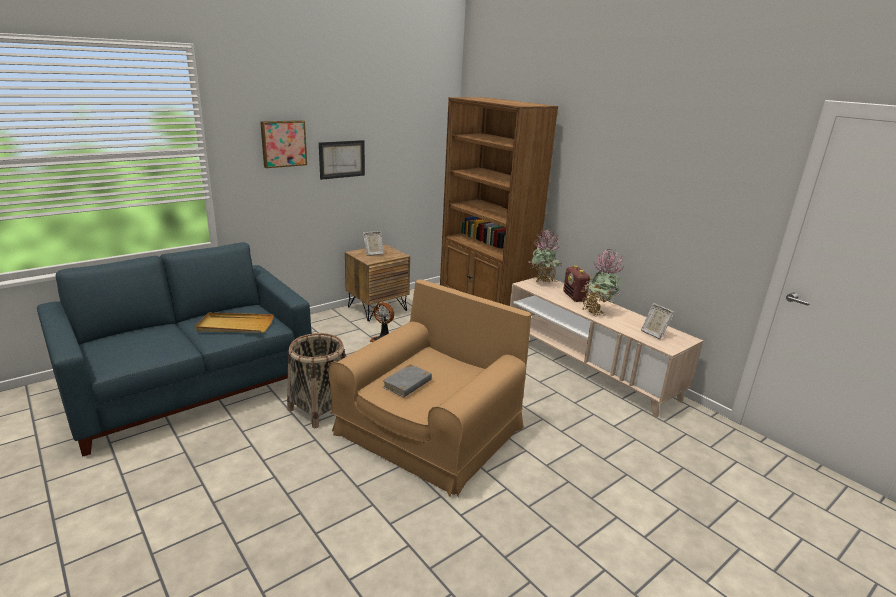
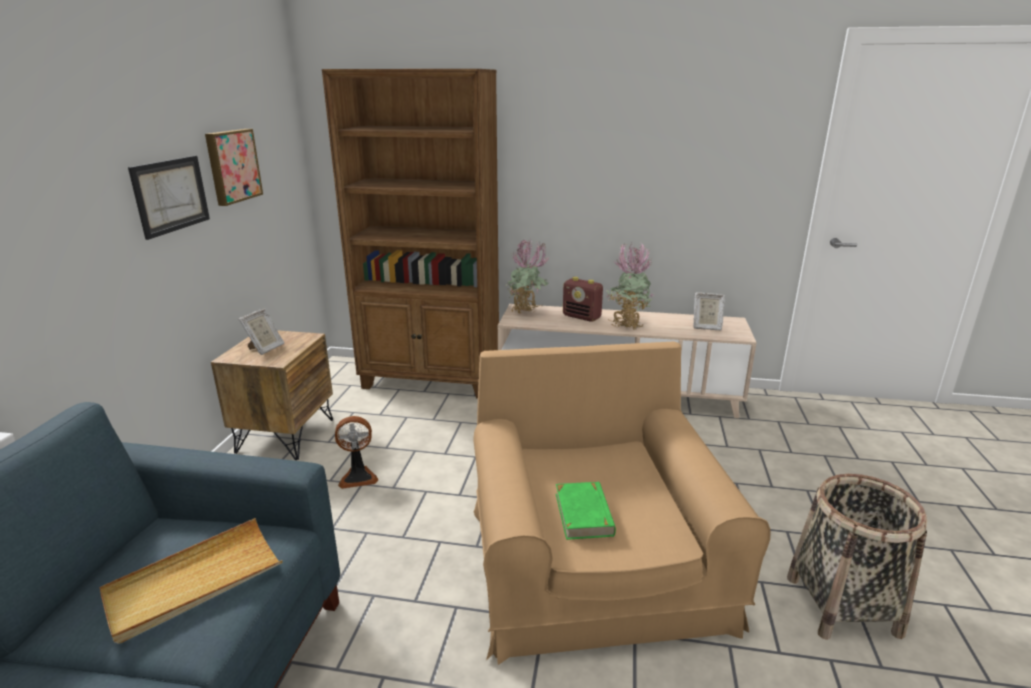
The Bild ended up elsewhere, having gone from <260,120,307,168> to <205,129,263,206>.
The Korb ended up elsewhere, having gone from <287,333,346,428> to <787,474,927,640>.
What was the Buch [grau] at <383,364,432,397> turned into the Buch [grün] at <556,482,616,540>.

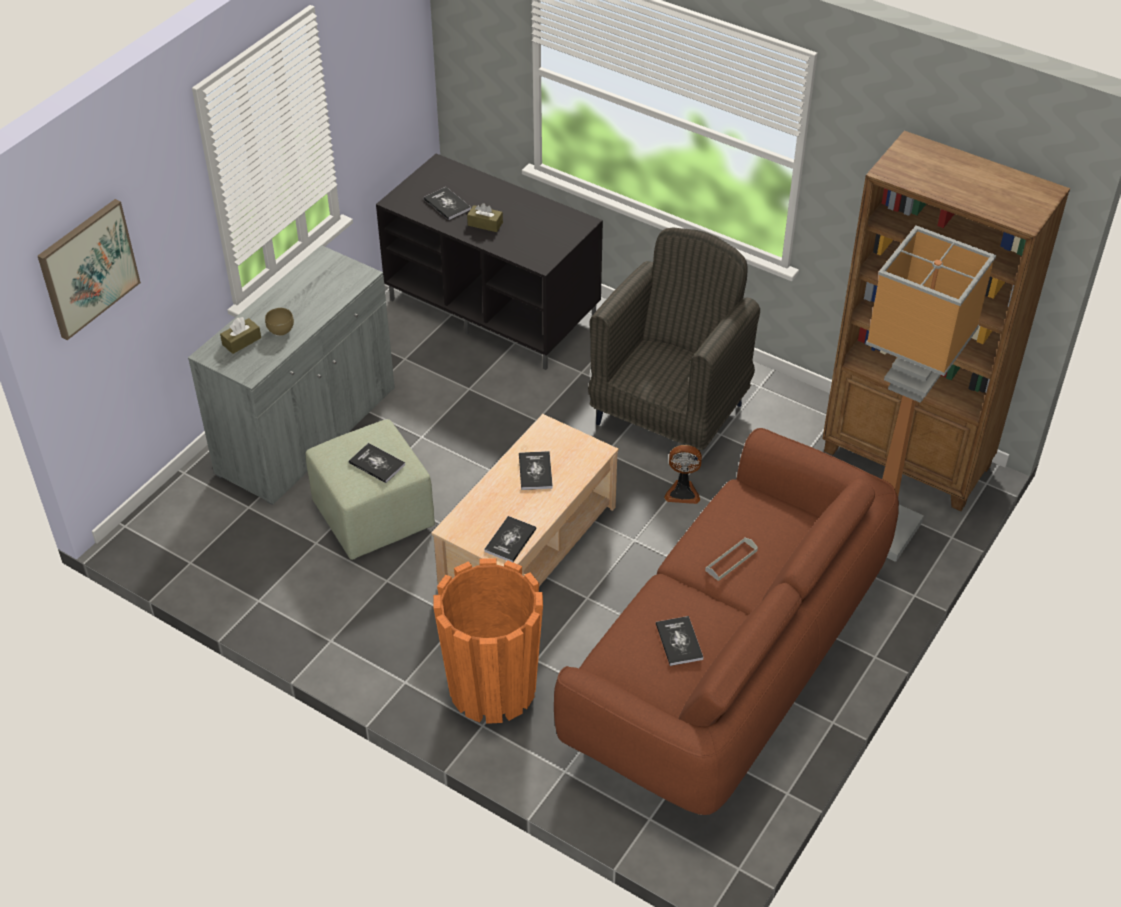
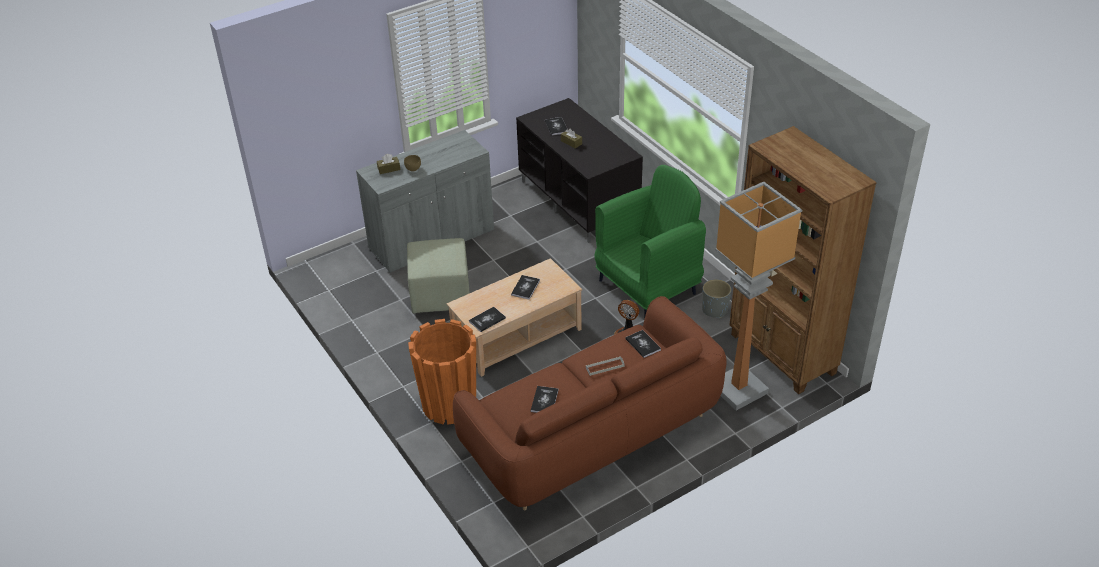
The second view lost the Bild at <38,199,141,340>.
The second view gained the Pflanzkübel [grau] at <702,279,731,318>.
The Buch ended up elsewhere, having gone from <349,443,405,483> to <625,330,661,358>.
What was the Sessel [grau] at <588,228,760,461> turned into the Sessel [grün] at <594,165,706,315>.

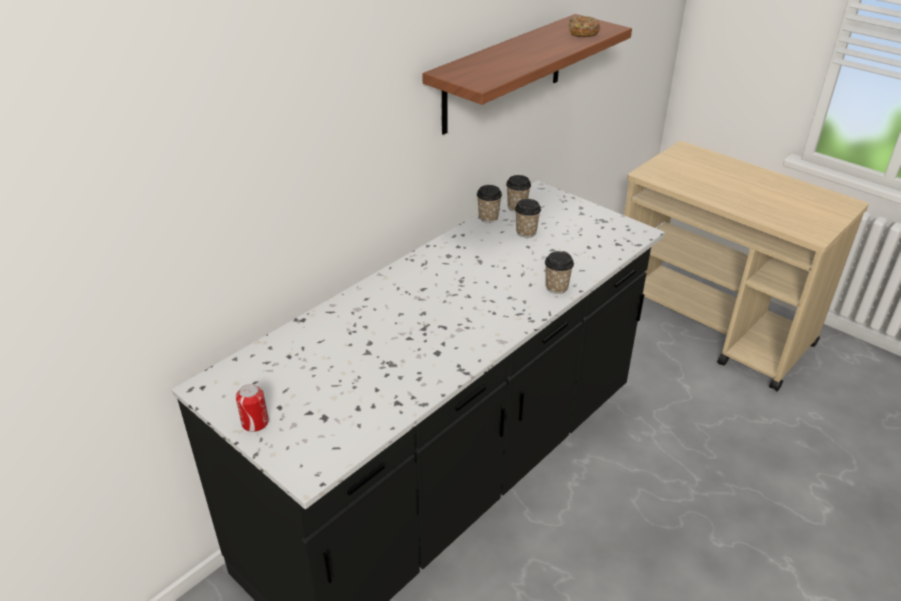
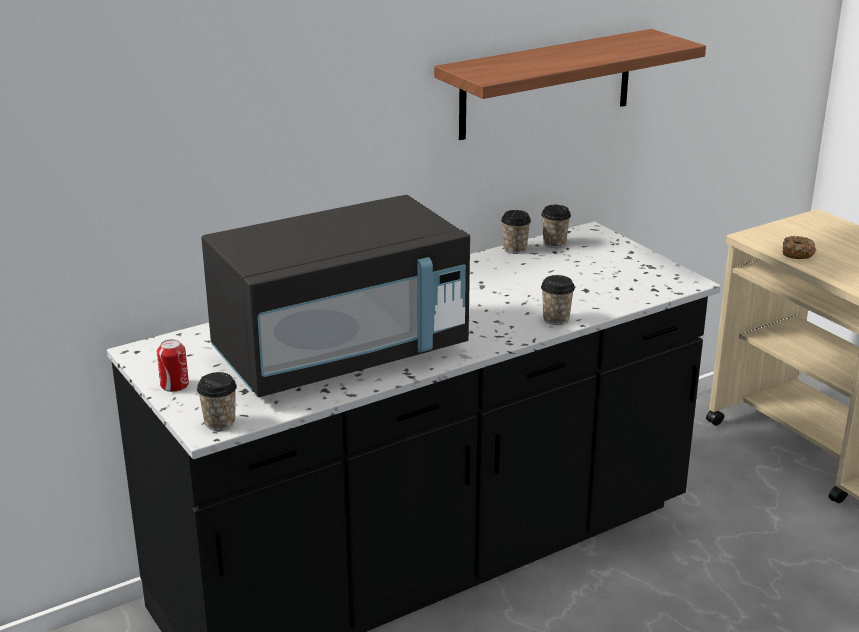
The second view gained the Mikrowelle [schwarz] at <201,195,470,397>.
The Tasse ended up elsewhere, having gone from <515,199,541,238> to <197,372,237,431>.
The Donut ended up elsewhere, having gone from <569,16,600,37> to <782,236,816,259>.

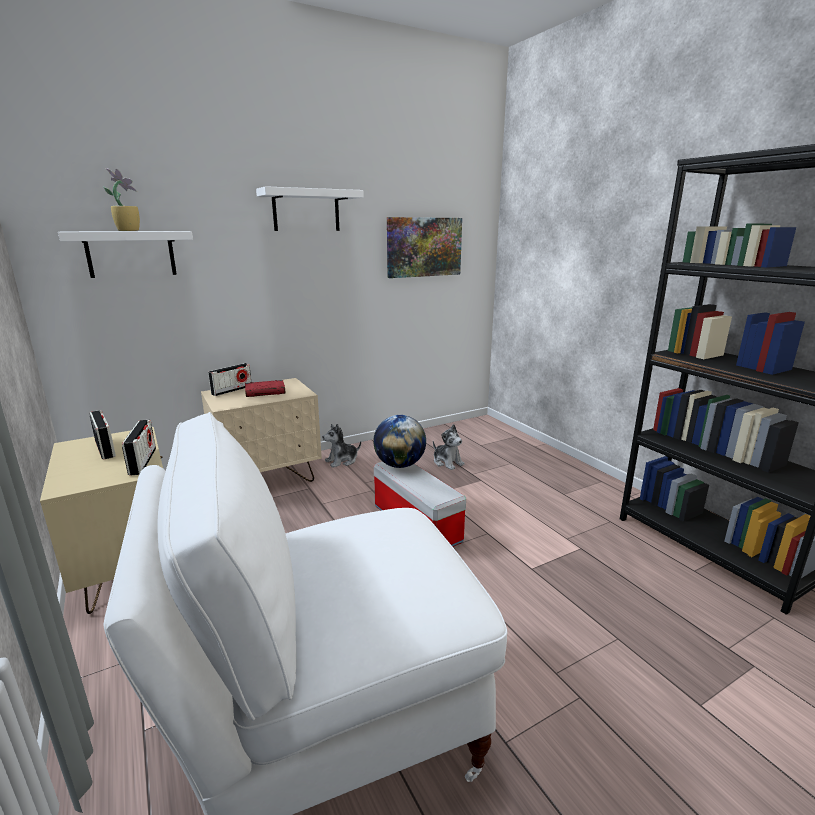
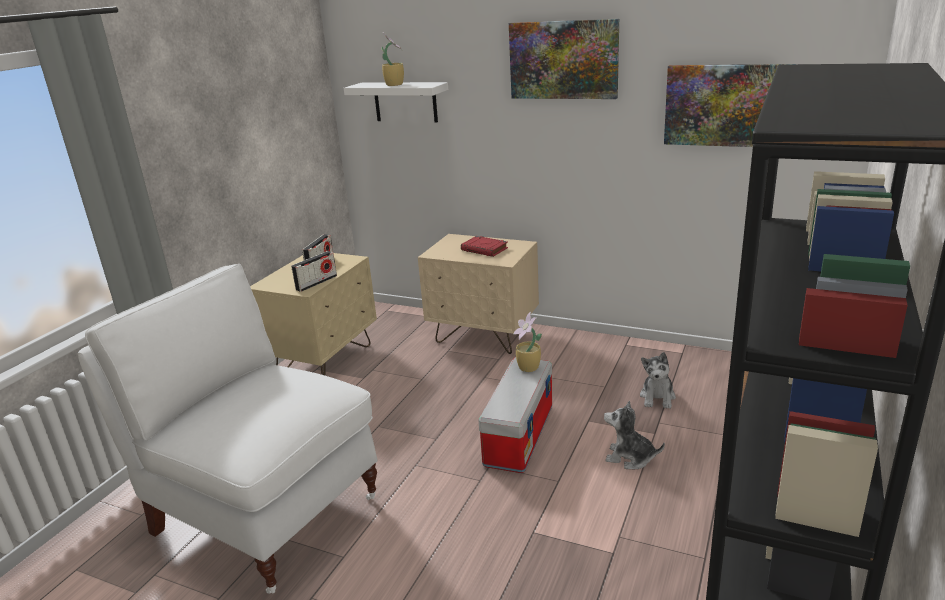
The second view lost the Radio at <208,363,251,396>.
The Plüschtier ended up elsewhere, having gone from <322,424,361,468> to <604,401,665,469>.
Where the Wandregal [weiß] hung at <256,186,364,231>, the Bild came to hang at <509,19,619,99>.
Where the Globus stood at <373,415,426,468>, the Topfpflanze came to stand at <513,312,542,372>.

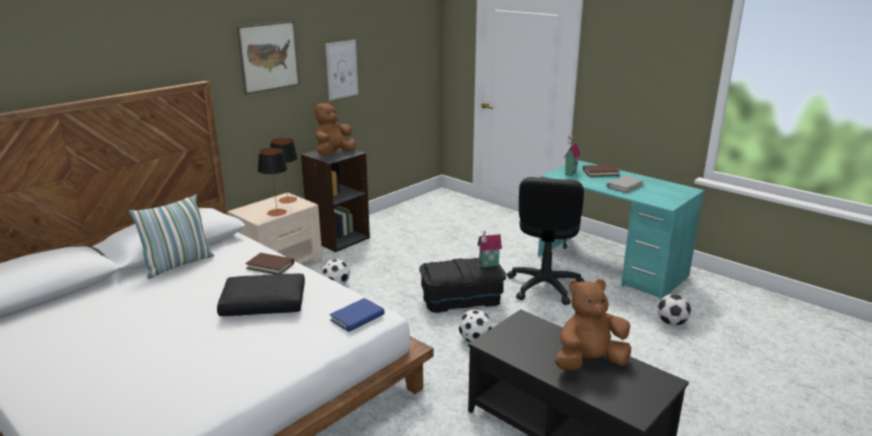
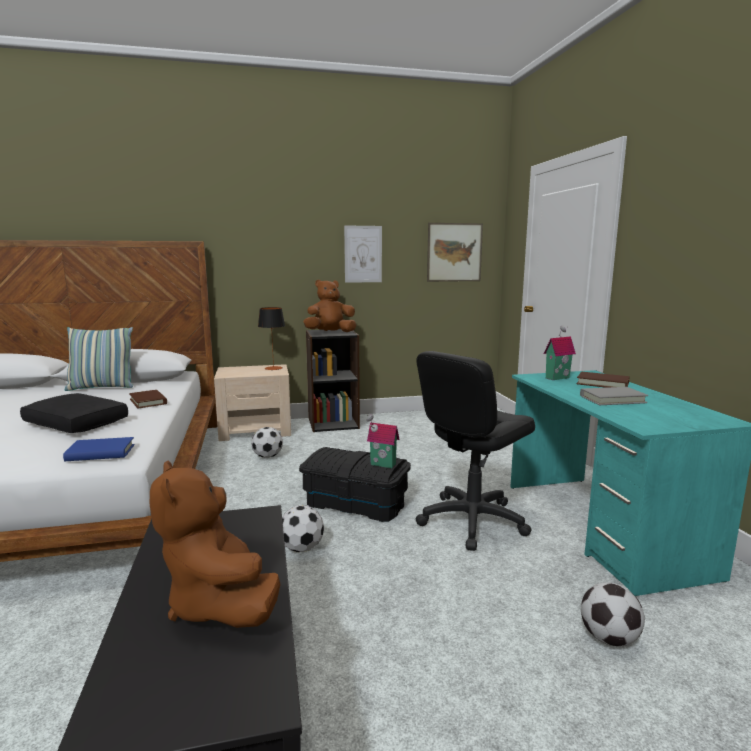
The second view lost the Tischlampe at <258,148,287,216>.
The Bild ended up elsewhere, having gone from <236,21,300,95> to <427,223,483,282>.
The Plüschtier [braun] at <555,279,631,370> ended up facing another way, 135 degrees counterclockwise from before.

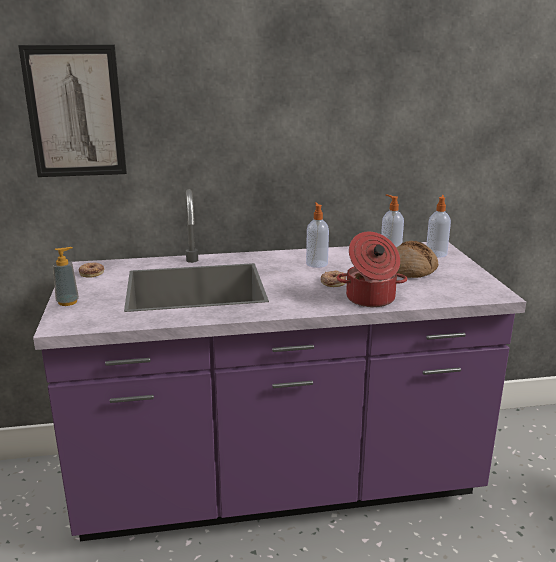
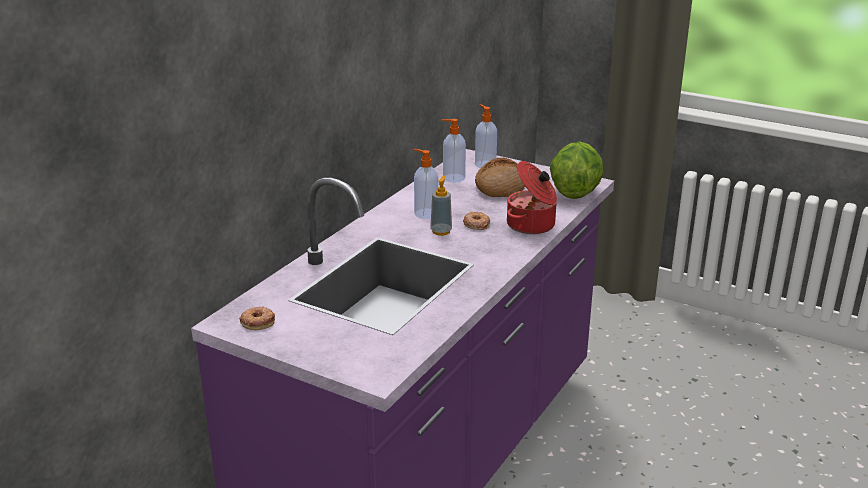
The second view lost the Bild at <18,44,127,177>.
The second view gained the Salatkopf at <550,141,604,199>.
The Seifenspender ended up elsewhere, having gone from <53,247,79,306> to <430,176,452,236>.

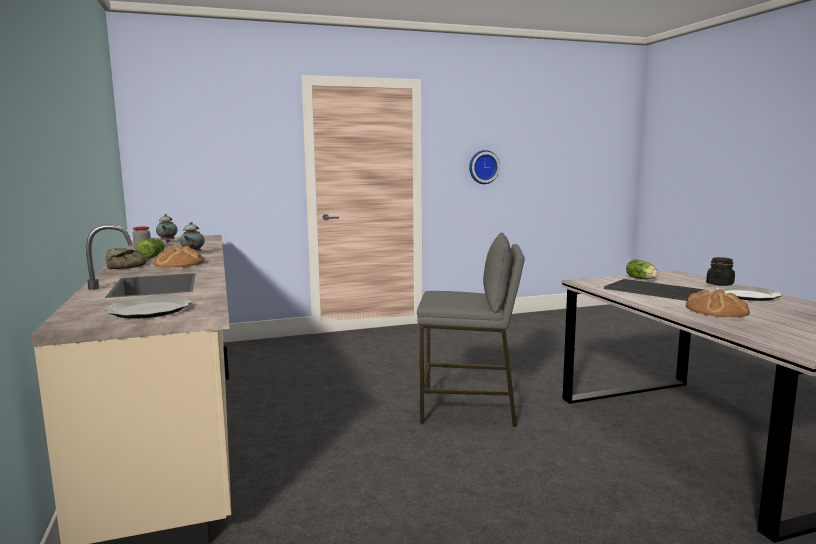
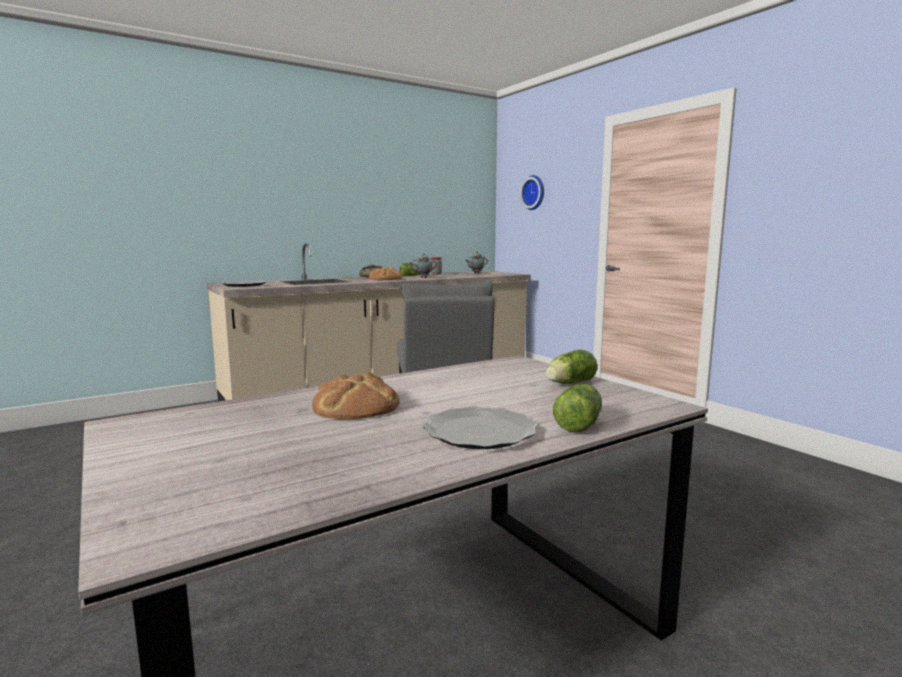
The second view lost the Tablett at <604,279,705,301>.
The Wanduhr ended up elsewhere, having gone from <469,150,500,184> to <520,175,544,210>.
Where the Vorratsglas [schwarz] stood at <706,257,735,286>, the Salatkopf came to stand at <553,384,602,433>.

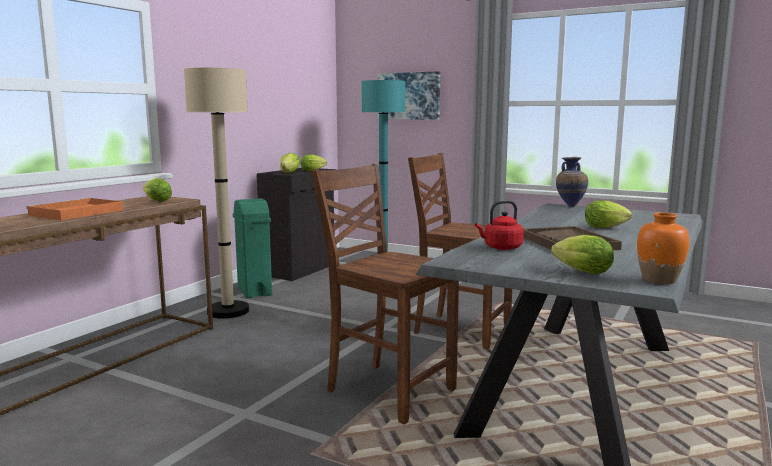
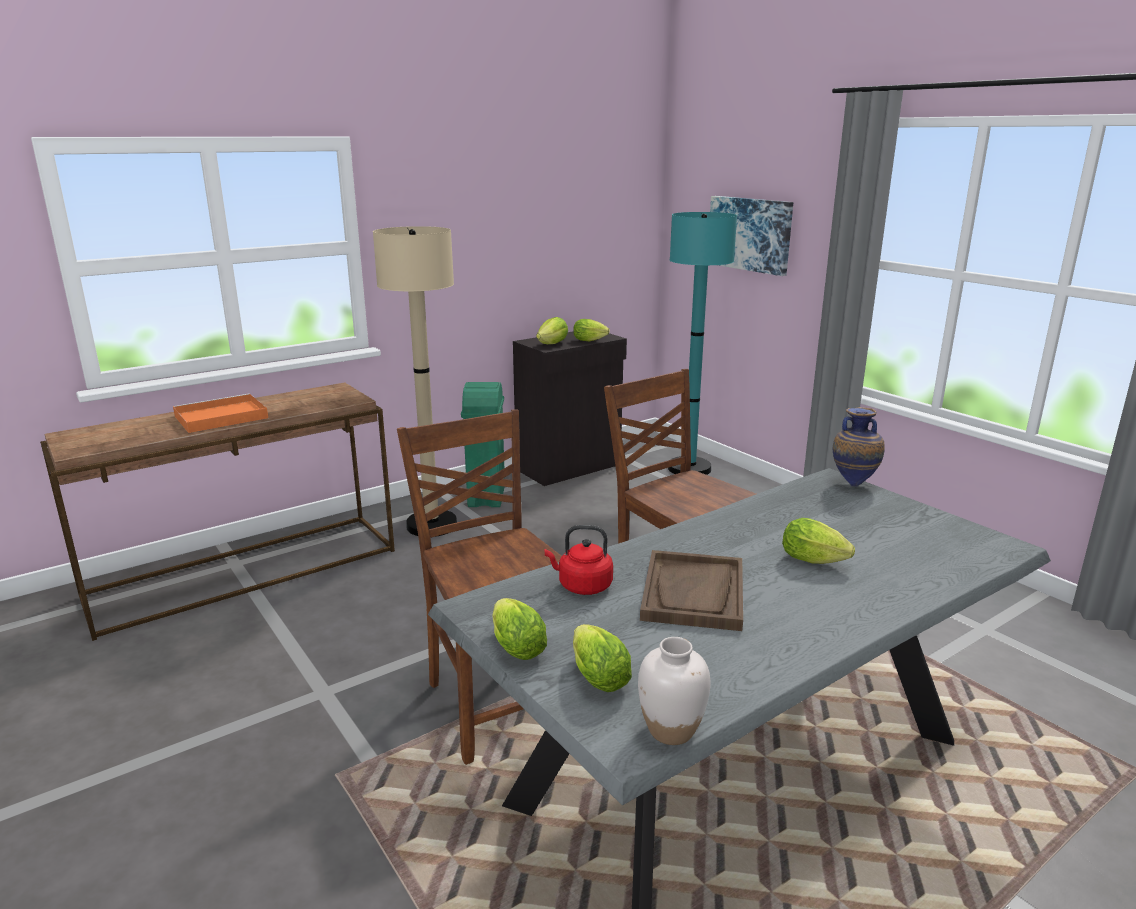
The Salatkopf ended up elsewhere, having gone from <143,178,172,202> to <492,598,547,660>.
What was the Vase [orange] at <637,213,689,284> turned into the Vase [weiß] at <638,637,711,745>.

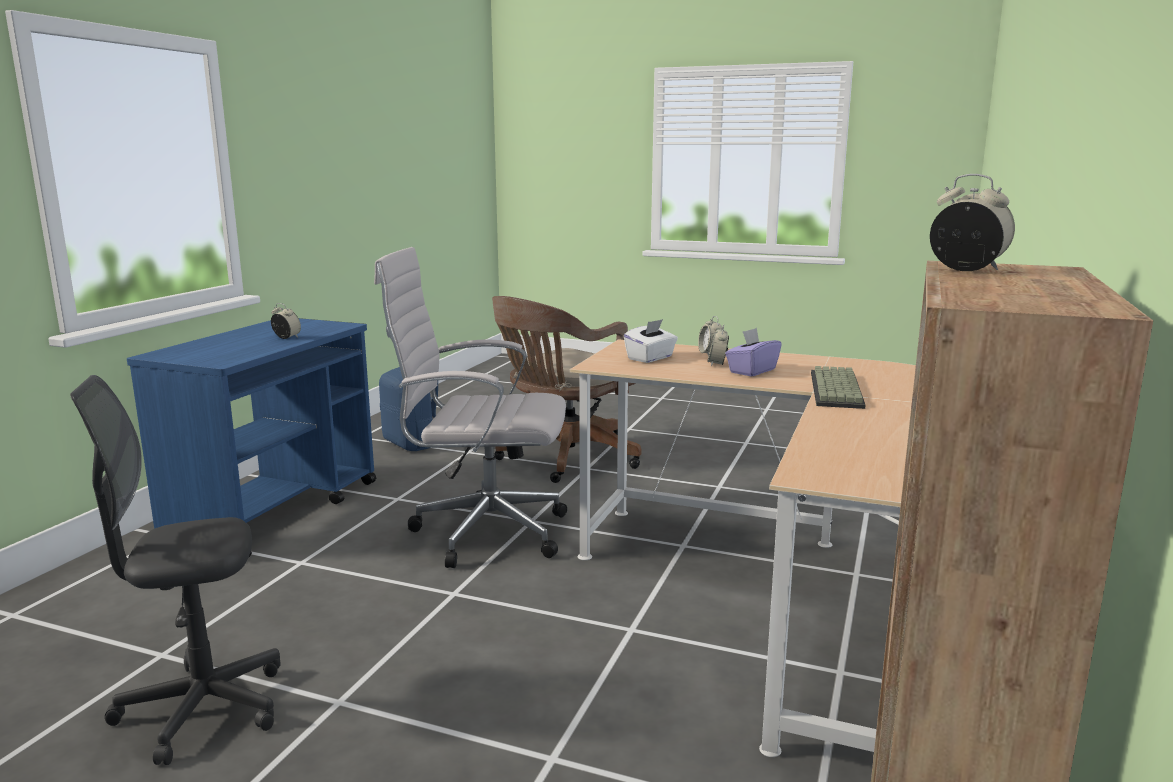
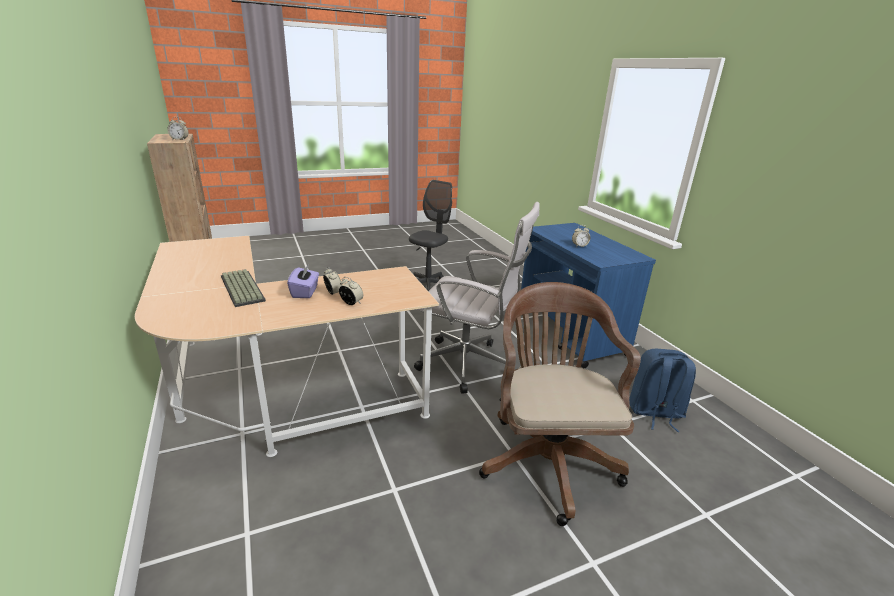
The second view lost the Taschentuchbox [weiß] at <624,319,678,363>.
The Bürostuhl [weiß] at <374,247,567,568> ended up facing another way, 60 degrees clockwise from before.

